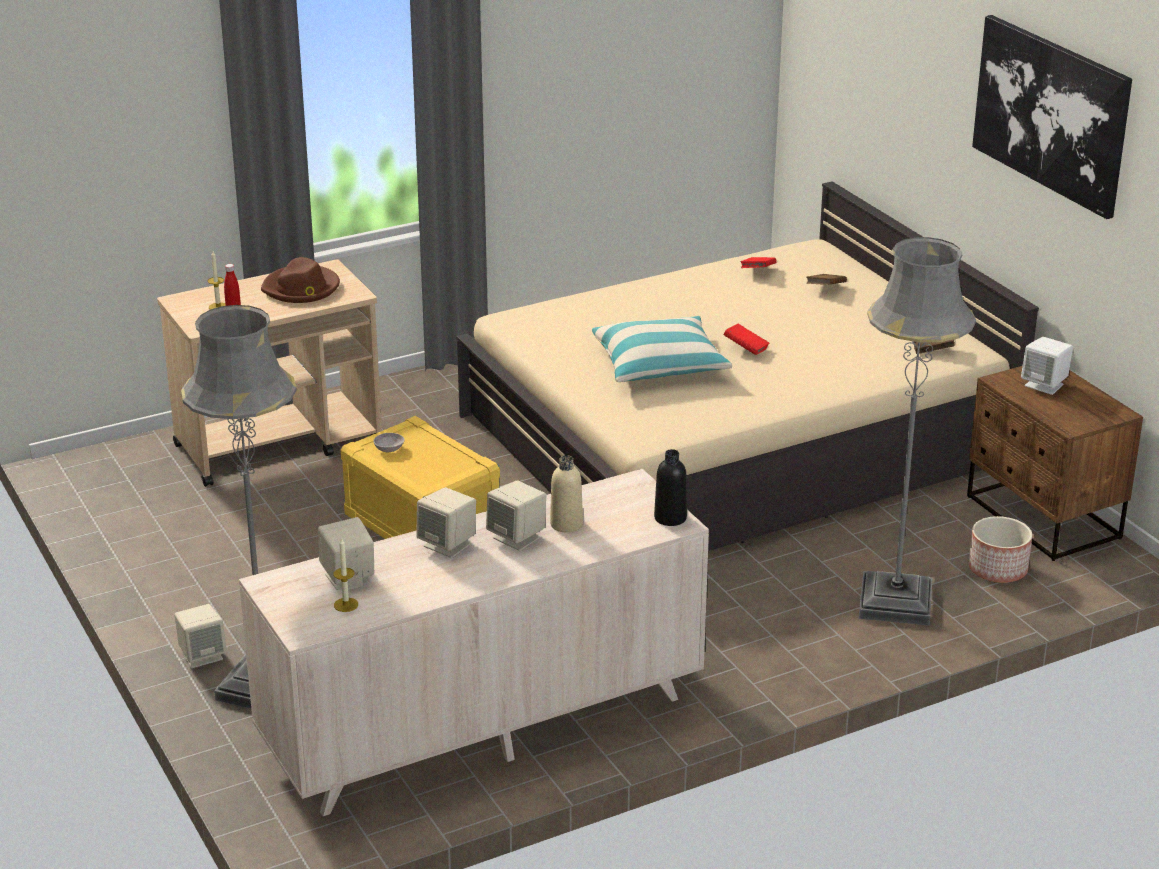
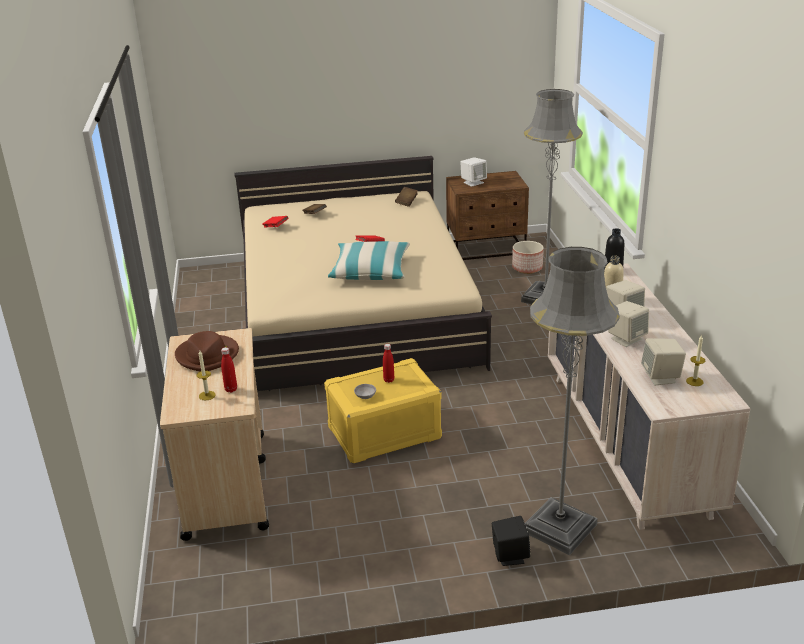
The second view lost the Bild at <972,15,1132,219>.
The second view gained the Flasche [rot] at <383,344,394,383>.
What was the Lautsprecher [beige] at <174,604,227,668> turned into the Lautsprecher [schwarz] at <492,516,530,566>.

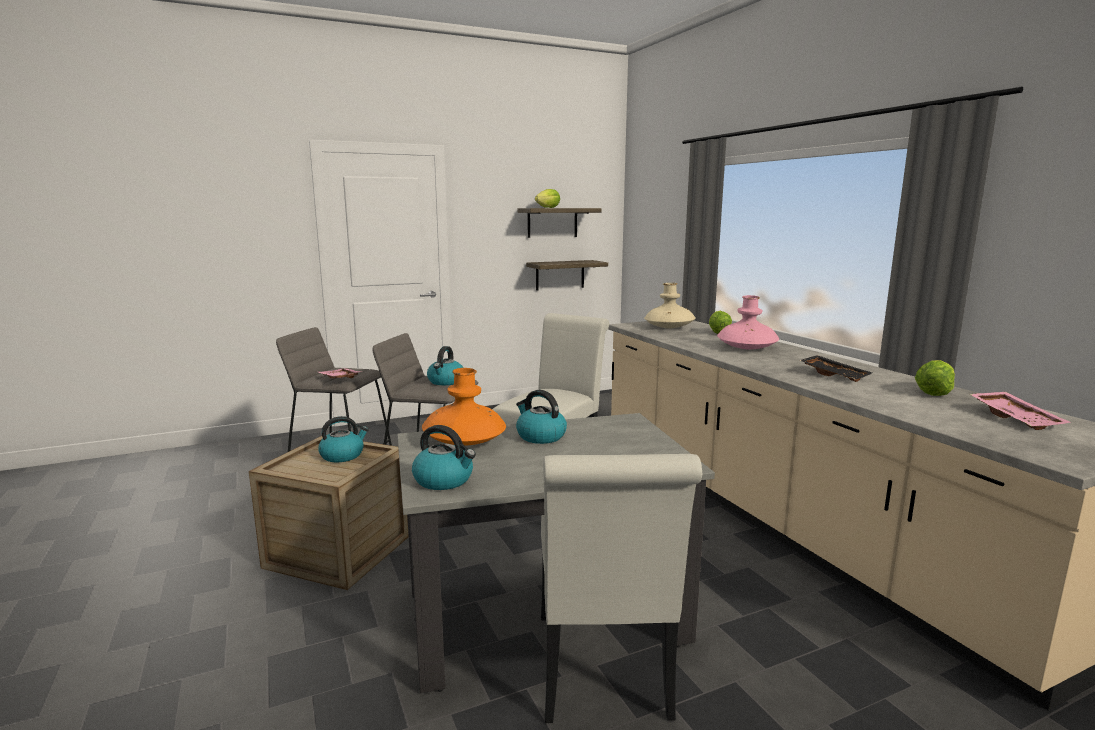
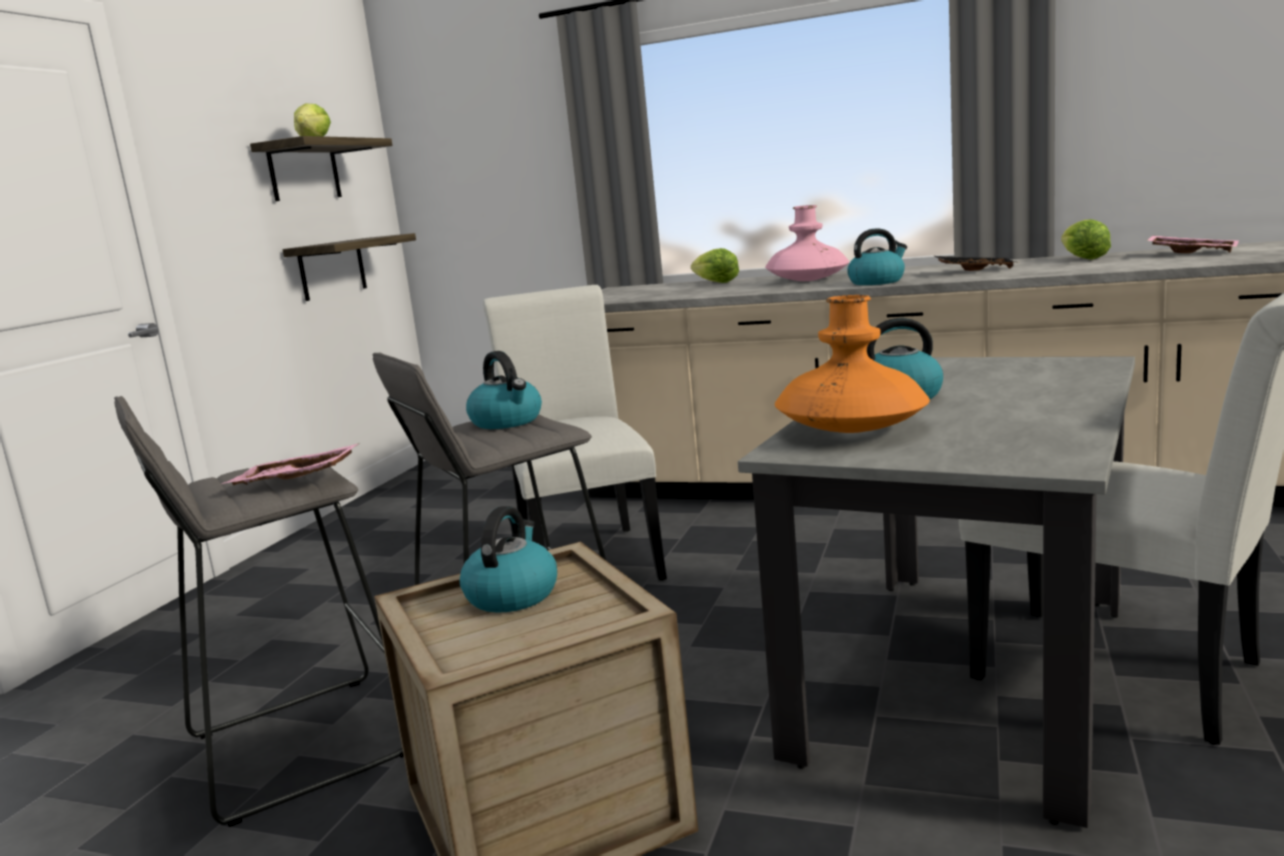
The second view lost the Vase [beige] at <644,283,696,328>.
The Wasserkessel ended up elsewhere, having gone from <412,425,476,490> to <847,229,907,285>.

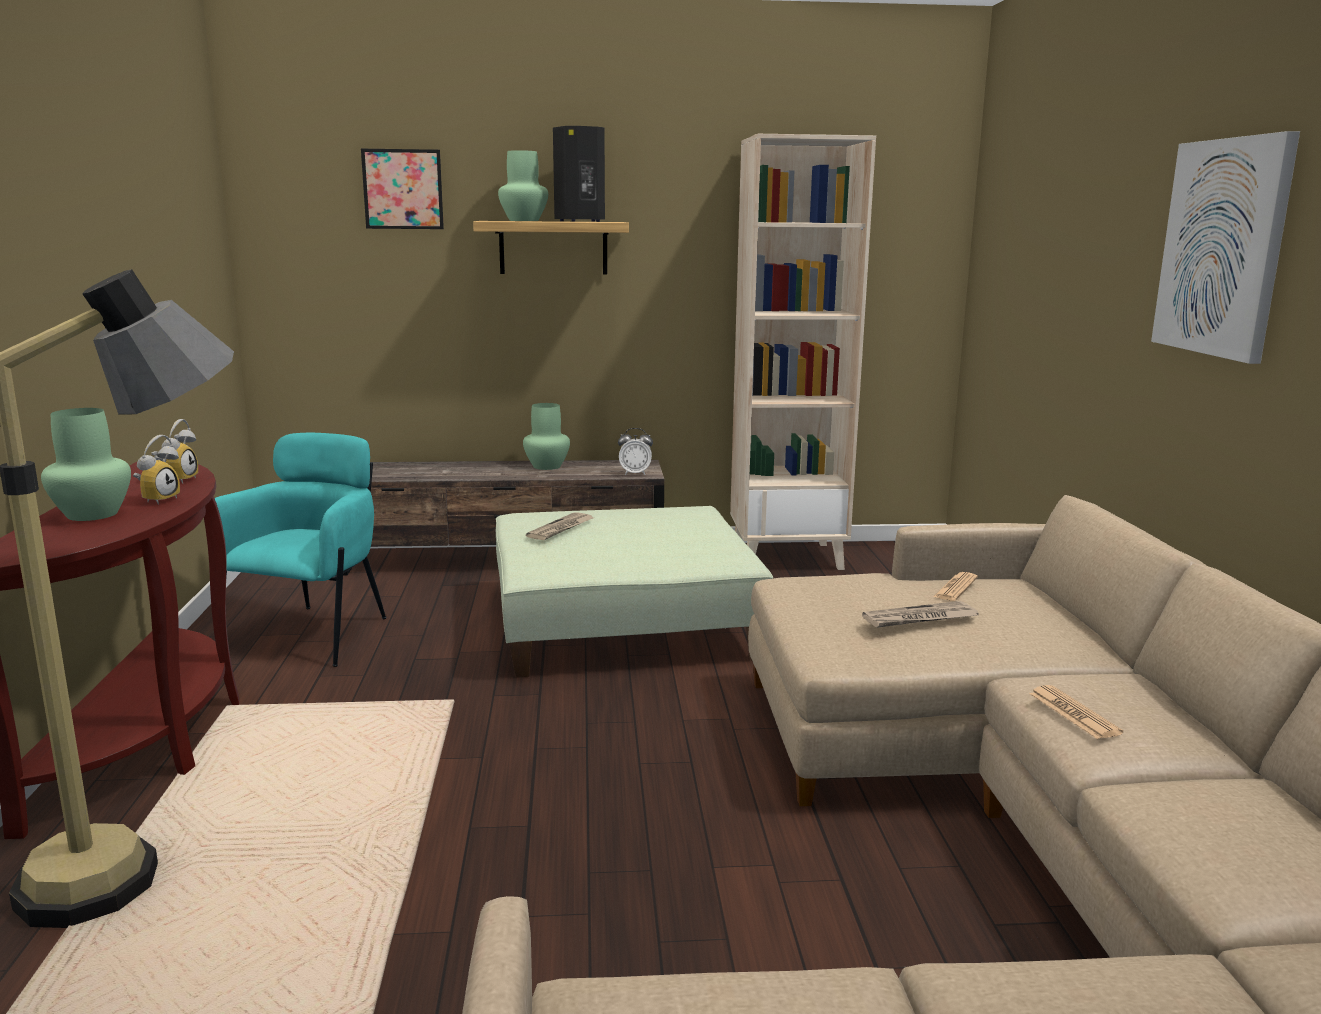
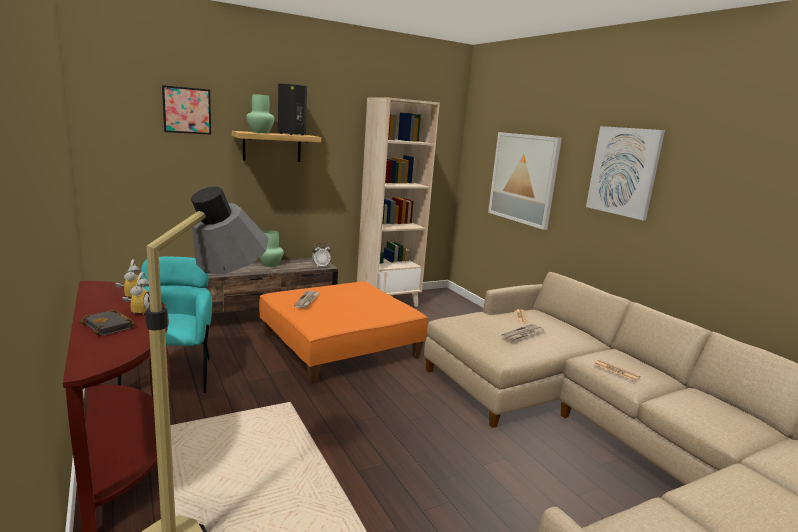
The second view gained the Bild at <488,132,562,230>.
Where the Vase [grün] stood at <41,408,131,521>, the Buch [schwarz] came to stand at <79,309,135,336>.
What was the Polsterhocker [grün] at <496,506,773,678> turned into the Polsterhocker [orange] at <259,281,428,384>.

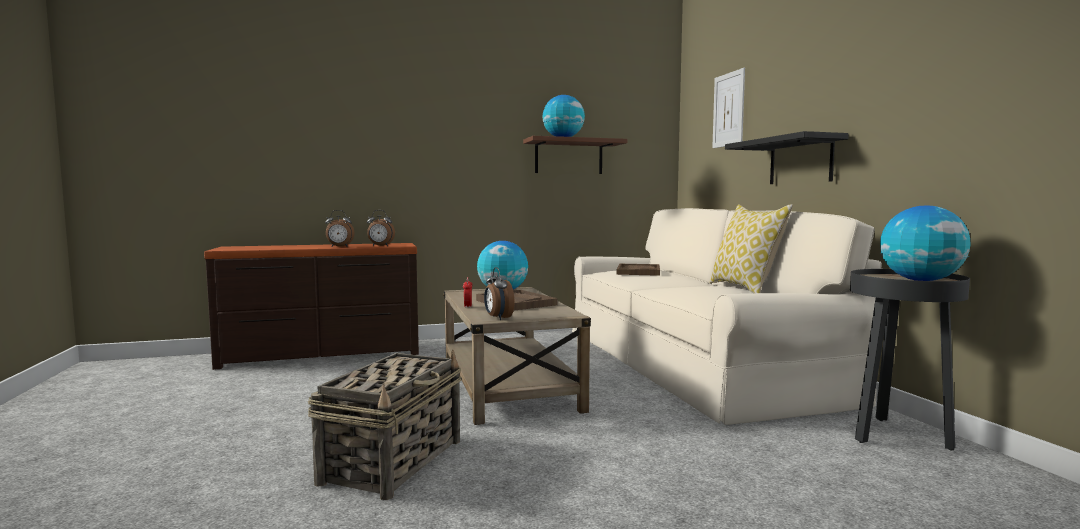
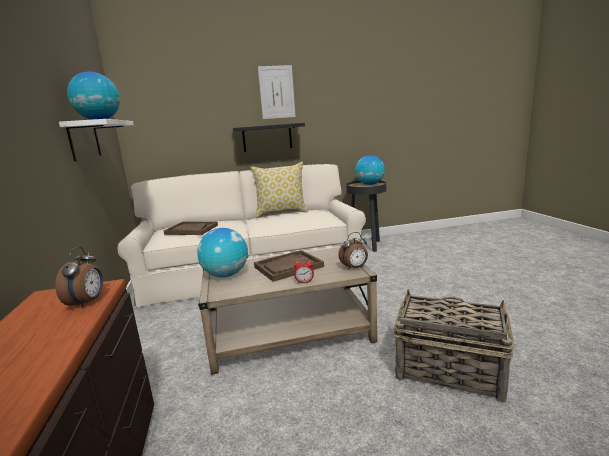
The second view lost the Wecker at <325,210,354,247>.
The Bild ended up elsewhere, having gone from <712,68,745,148> to <258,65,296,119>.
What was the Wandregal [braun] at <523,136,627,174> turned into the Wandregal [weiß] at <59,119,134,161>.

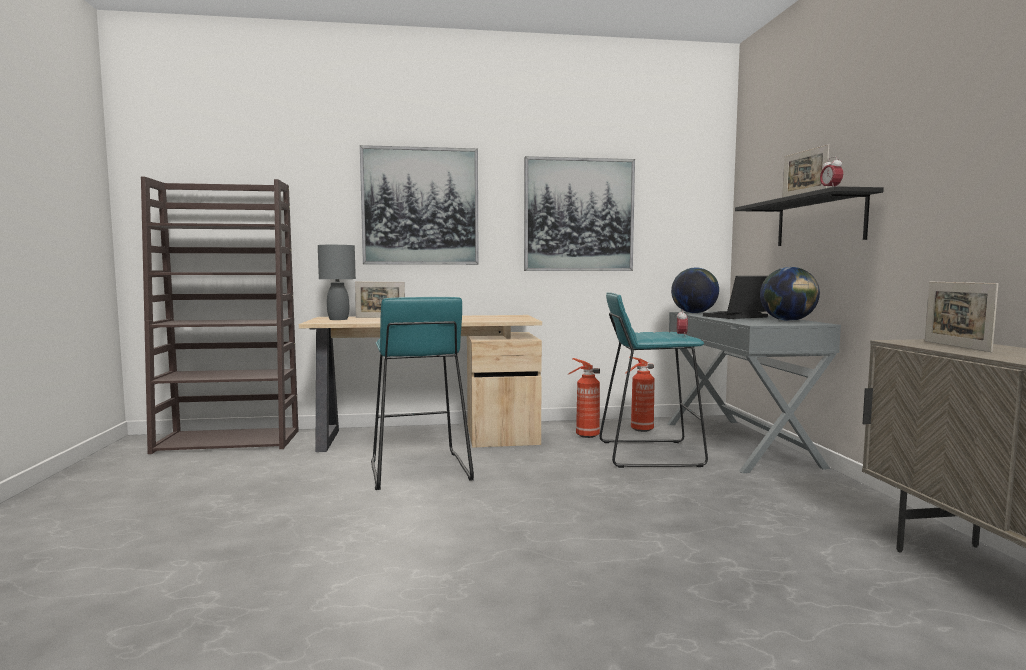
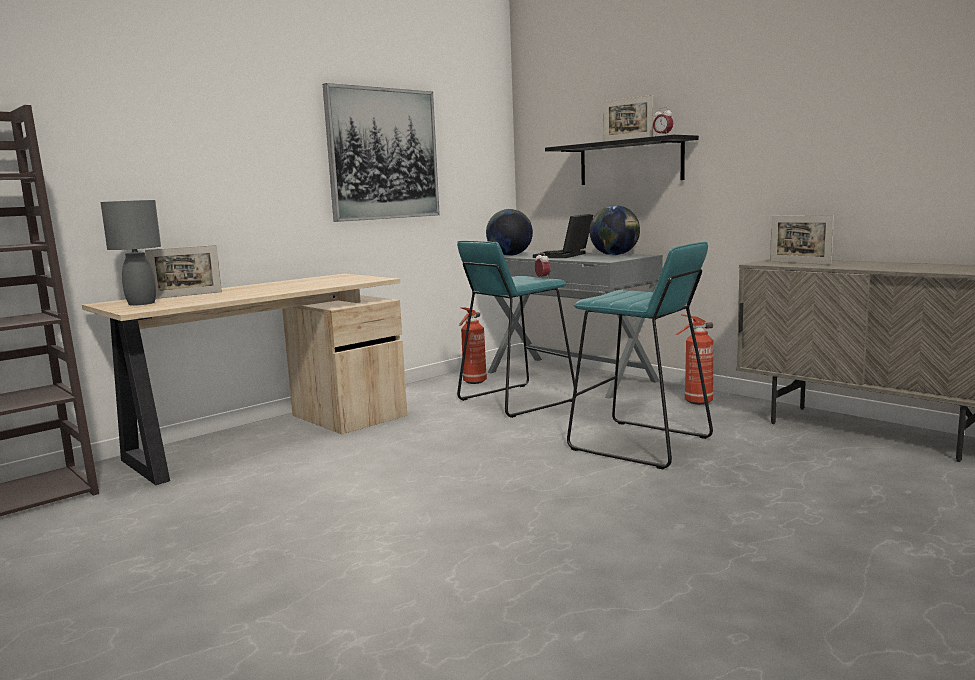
The second view lost the Bild at <360,145,479,265>.
The Hocker [türkis] ended up elsewhere, having gone from <371,297,474,490> to <567,242,713,469>.
The Feuerlöscher ended up elsewhere, having gone from <567,358,600,438> to <676,314,713,405>.

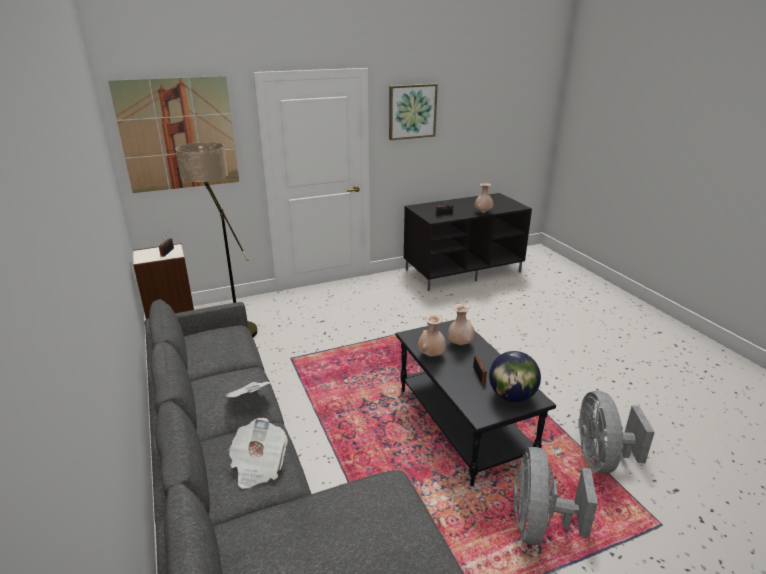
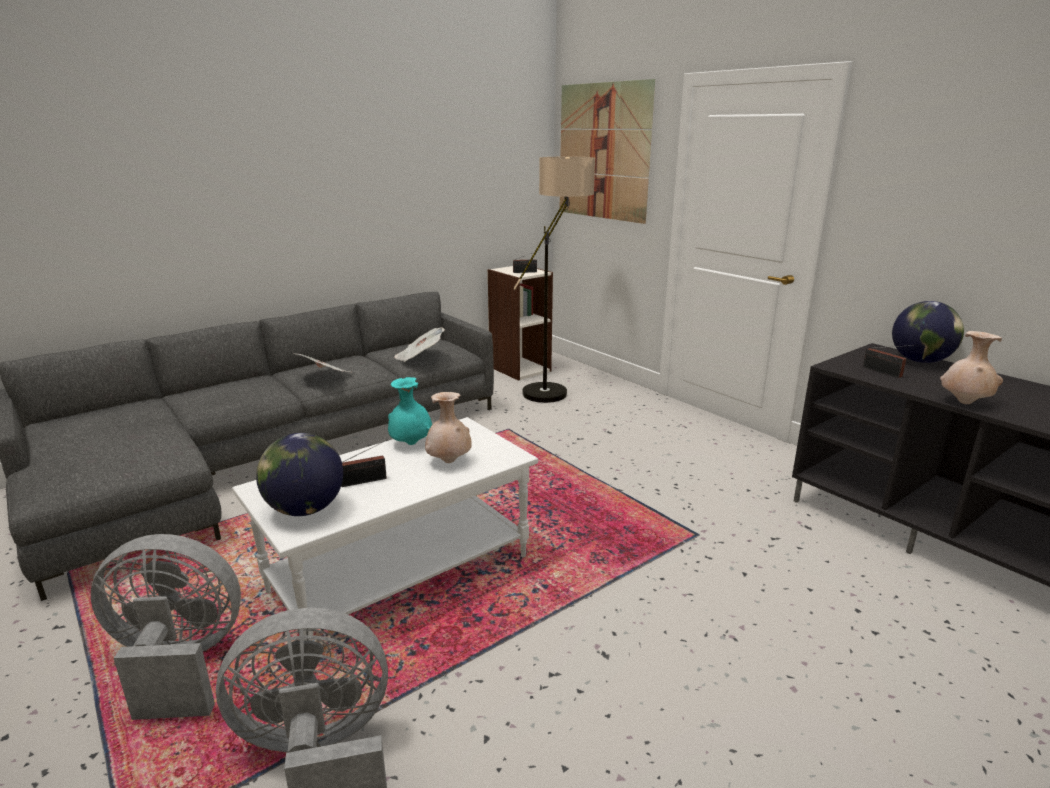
The second view lost the Bild at <389,84,438,140>.
The second view gained the Globus at <892,301,964,363>.
The Zeitung ended up elsewhere, having gone from <228,418,288,489> to <394,327,445,362>.
What was the Couchtisch [schwarz] at <396,320,556,487> turned into the Couchtisch [weiß] at <232,417,538,641>.
What was the Vase [beige] at <417,314,446,357> turned into the Vase [türkis] at <388,377,432,445>.

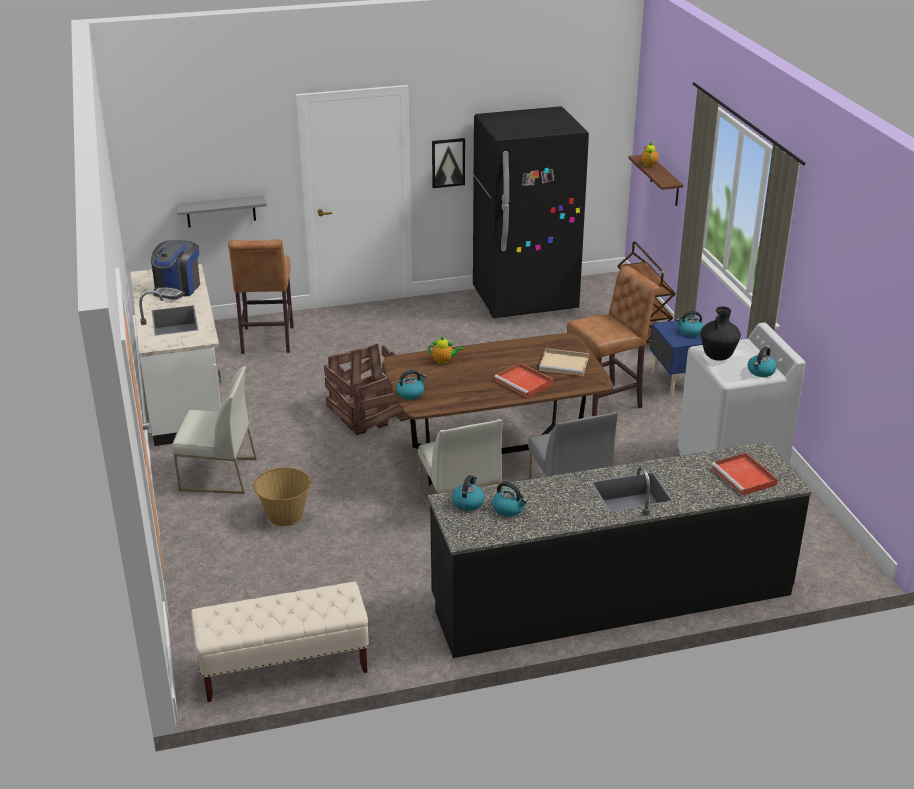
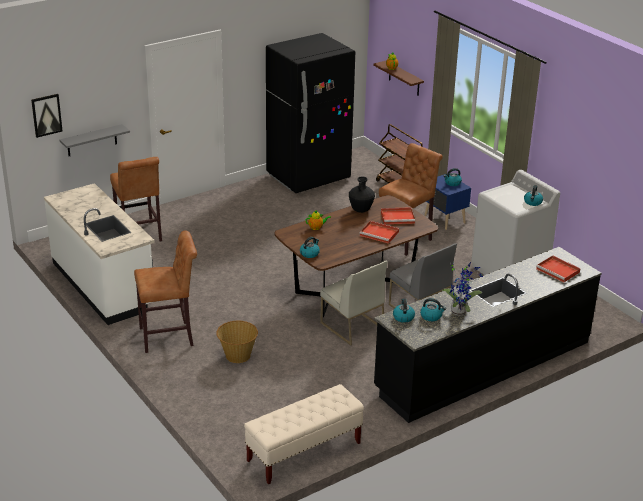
The second view lost the Kaffeemaschine at <151,240,200,300>.
The second view lost the Kiste at <324,344,410,435>.
The second view gained the Topfpflanze at <441,262,483,316>.
The Bild ended up elsewhere, having gone from <432,138,465,188> to <31,94,63,138>.
The Vase [schwarz] ended up elsewhere, having gone from <700,307,741,361> to <349,177,375,213>.
Where the Stuhl [weiß] stood at <172,366,257,494>, the Hocker [braun] came to stand at <134,231,197,353>.
What was the Tablett [beige] at <539,348,589,376> turned into the Tablett [rot] at <381,207,415,224>.

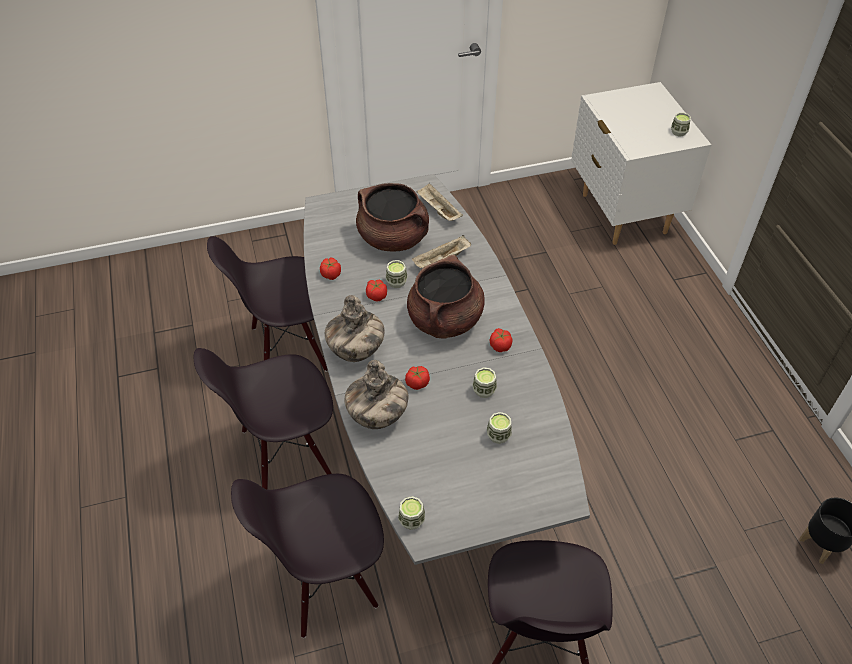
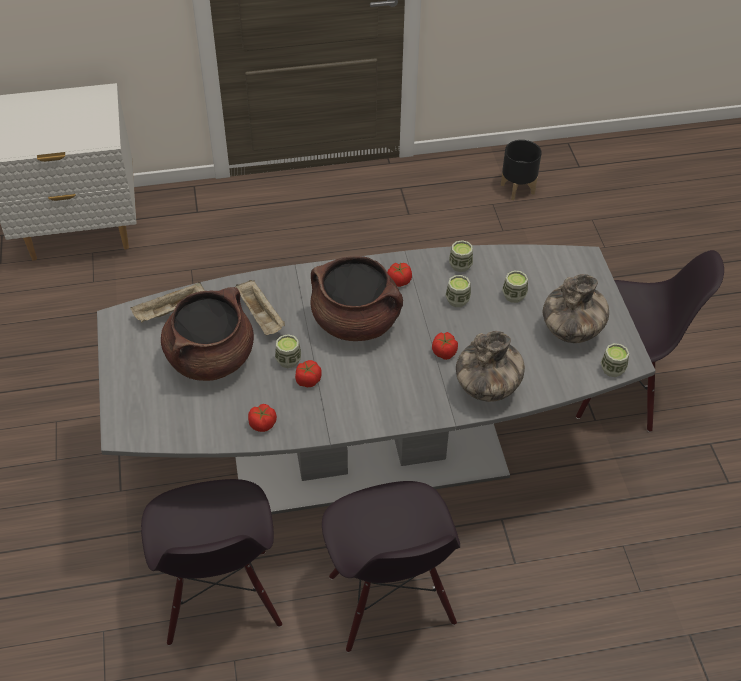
The second view lost the Stuhl [schwarz] at <231,474,384,638>.
The Vase ended up elsewhere, having gone from <325,295,385,362> to <543,274,609,343>.
The Tasse ended up elsewhere, having gone from <671,113,691,136> to <449,240,473,272>.

